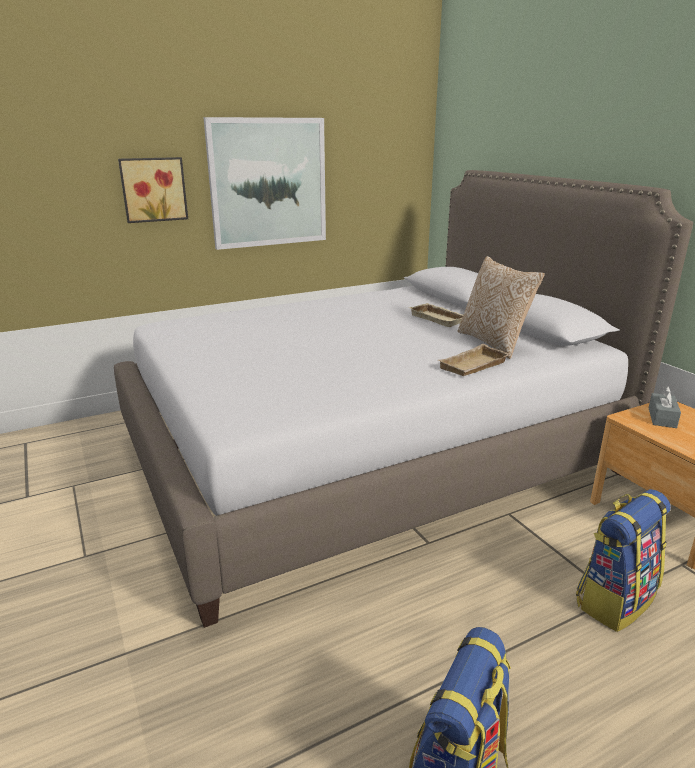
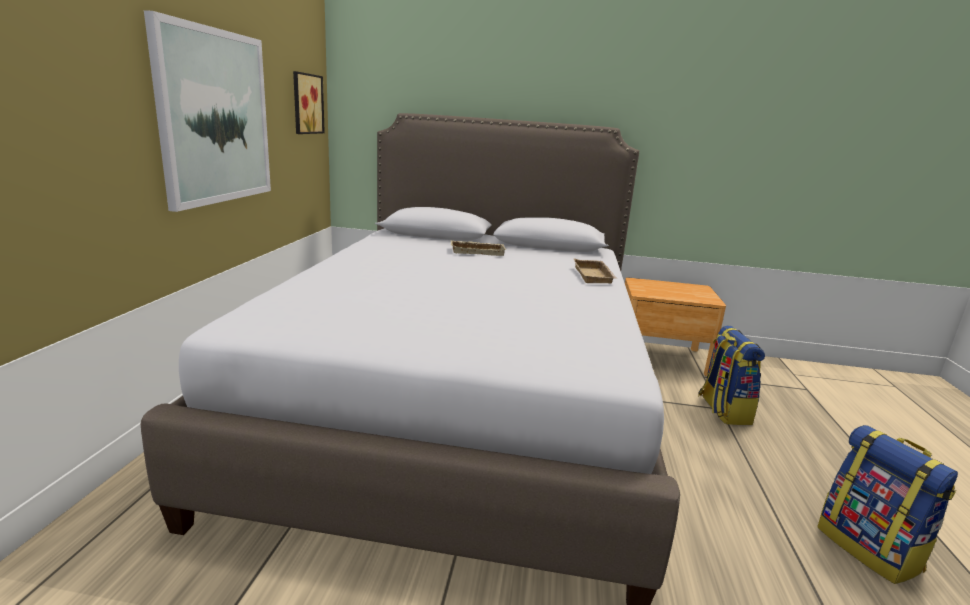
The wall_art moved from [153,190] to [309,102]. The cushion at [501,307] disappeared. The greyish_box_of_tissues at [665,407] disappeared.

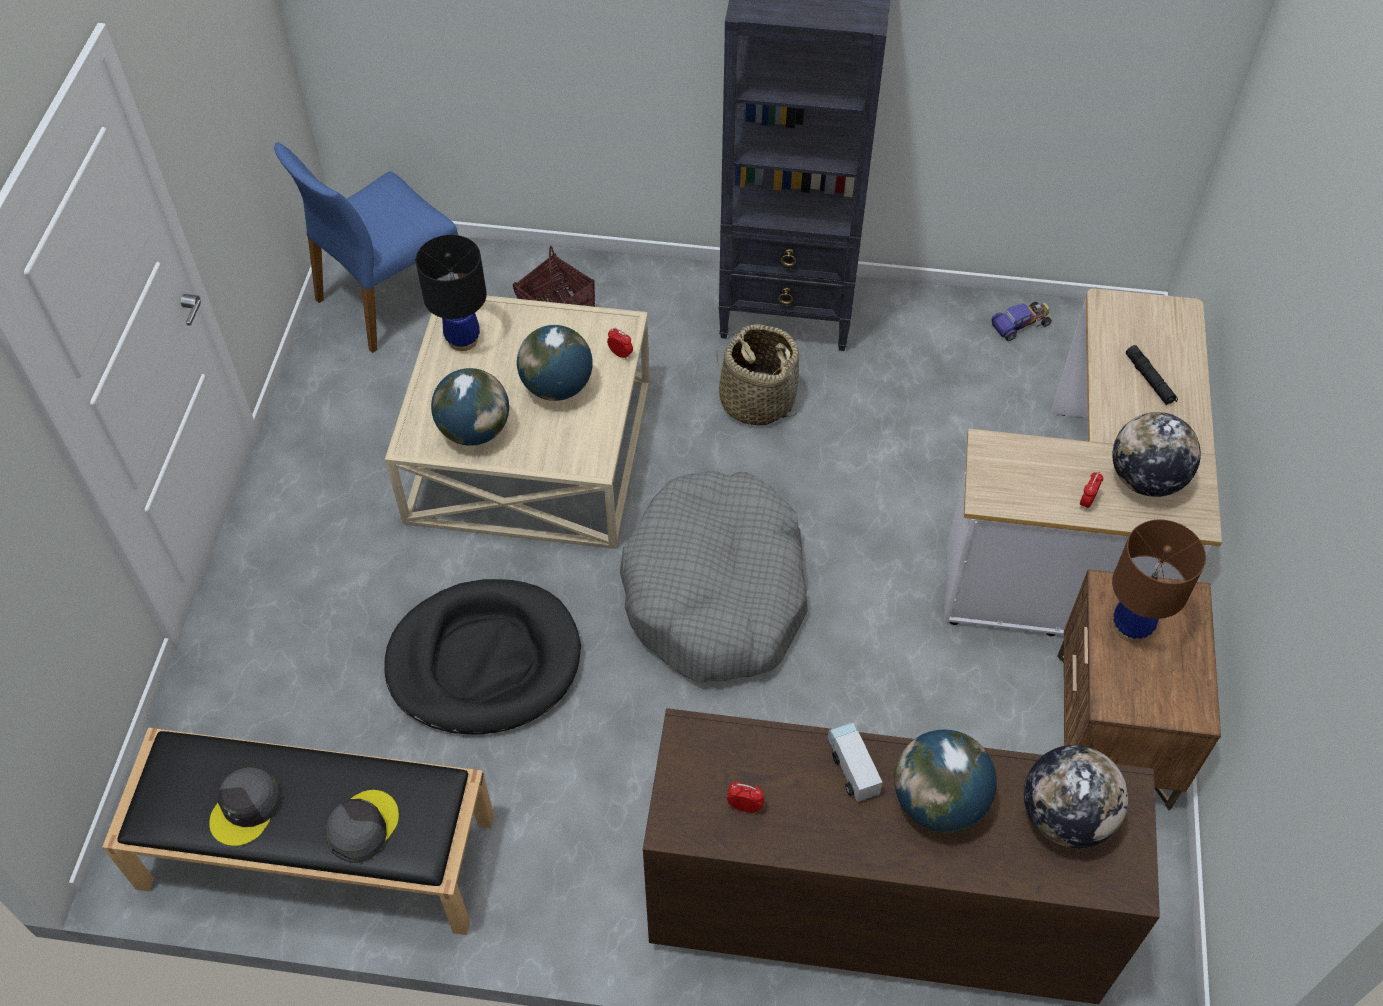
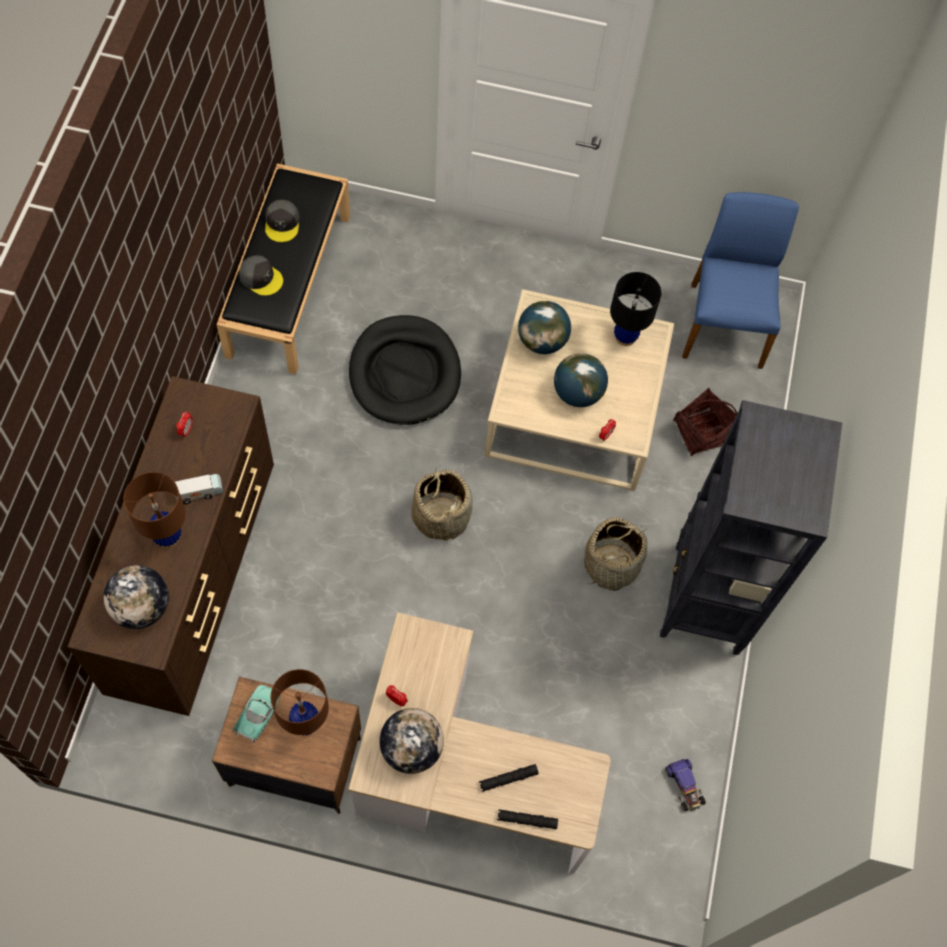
The blue_chair at [369,247] turned 45 degrees clockwise. The greyish_dog_cushion at [714,576] was replaced by the household_basket at [442,504]. The globe at [945,780] was replaced by the brown_tabletop_lamp at [155,510]. The greyish_baseball_cap at [245,806] turned 120 degrees counterclockwise. The turquoise-coloured_model_car at [256,714] appeared. The blackish_torch at [527,819] appeared.

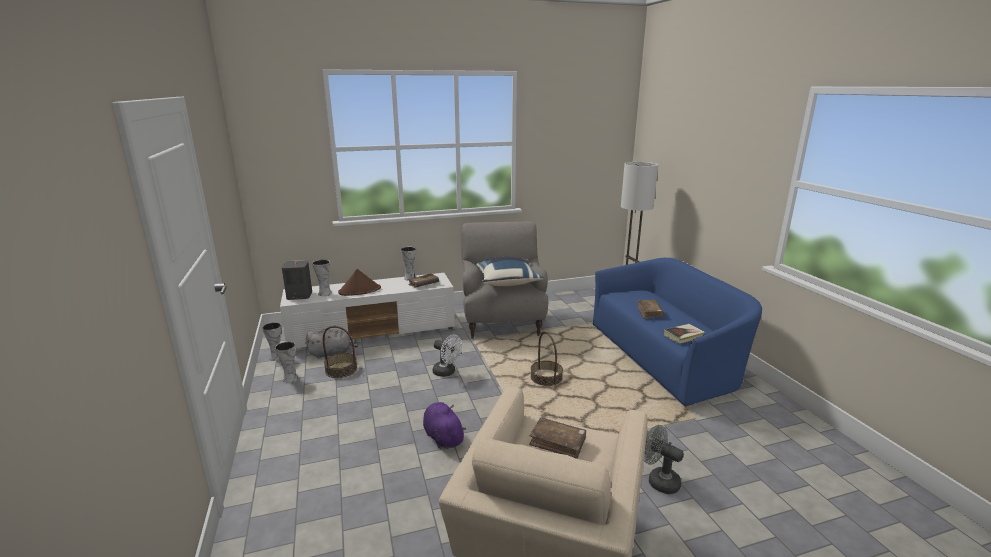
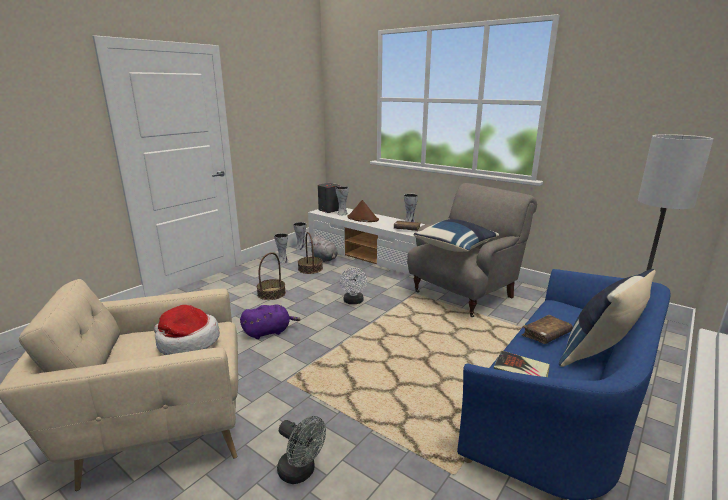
The household_basket moved from [547,359] to [271,276]. The purplish_soft_toy at [444,425] turned 45 degrees clockwise. The brown_volume at [557,438] was replaced by the wearable_hat at [187,330]. The greyish_electric_fan at [664,459] turned 120 degrees clockwise. The blue_cushion at [607,318] appeared.

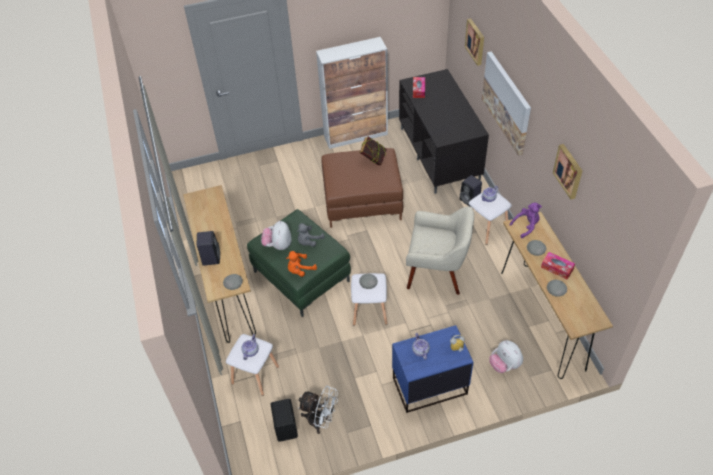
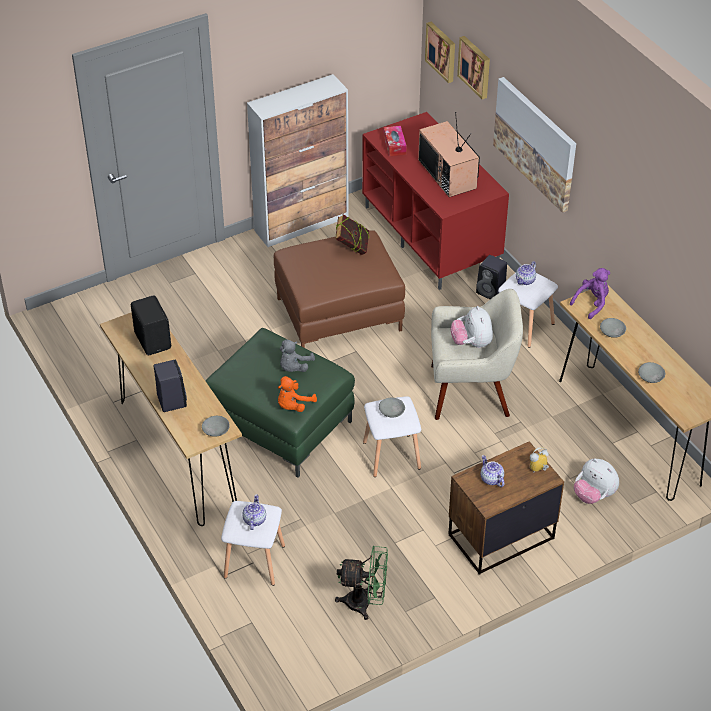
The blackish_tv_unit at [444,131] became the red_tv_unit at [435,201]. The wall_art moved from [567,172] to [440,52]. The soft_toy moved from [276,235] to [472,327]. The box_of_tissues at [558,266] disappeared. The blue_bedside_table at [432,369] became the brown_bedside_table at [506,508]. The white-coloured_electric_fan at [318,410] became the green_electric_fan at [361,583]. The blackish_speaker moved from [284,420] to [151,325]. The TV_set at [449,154] appeared.

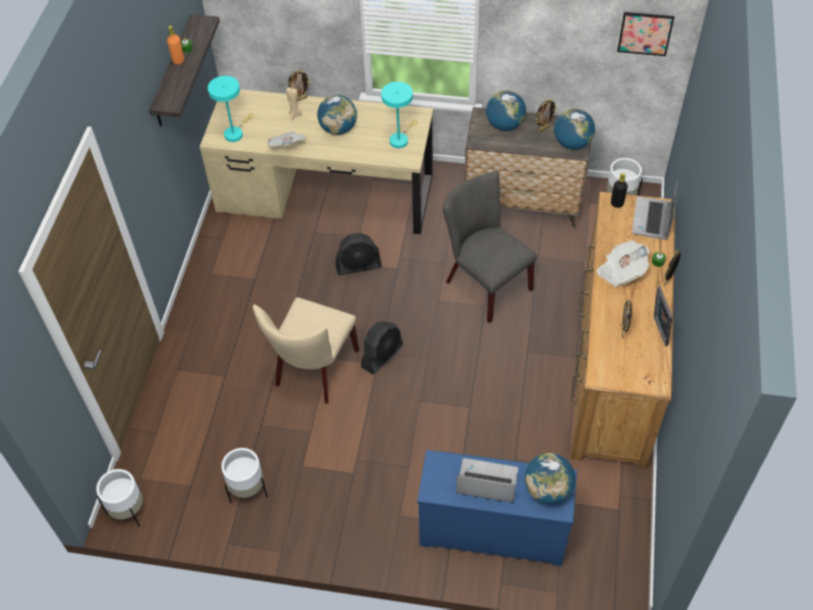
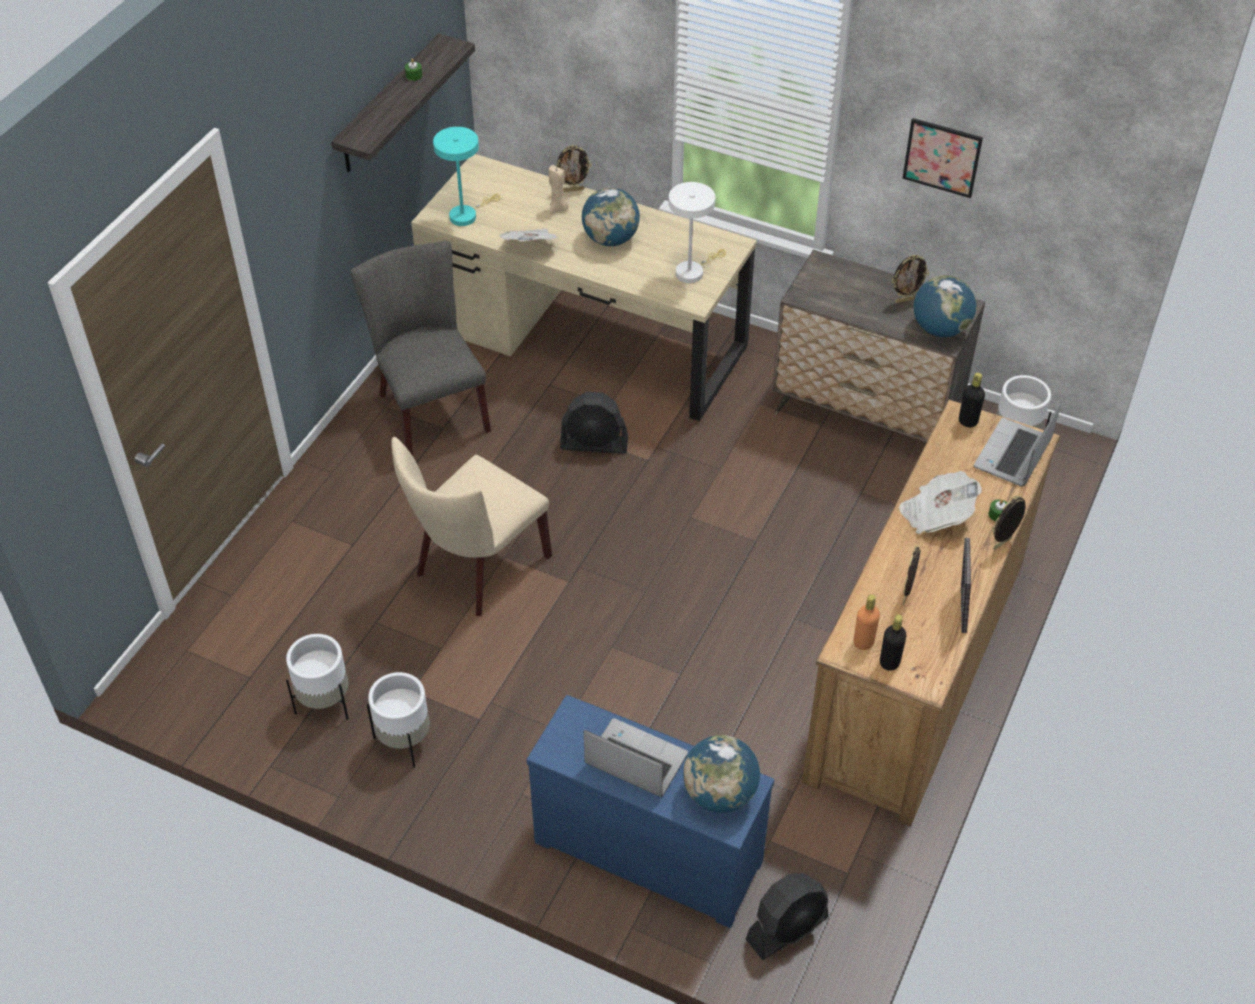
The wall_art moved from [645,34] to [942,158]. The orangey_drink_bottle moved from [175,45] to [867,622]. The turquoise-coloured_tabletop_lamp at [399,115] became the white-coloured_tabletop_lamp at [697,232]. The globe at [506,110] disappeared. The greyish_chair moved from [490,247] to [420,348]. The blackish_electric_fan moved from [382,348] to [787,916]. The white-coloured_flower_pot moved from [119,498] to [398,720]. The blackish_drink_bottle at [893,643] appeared.

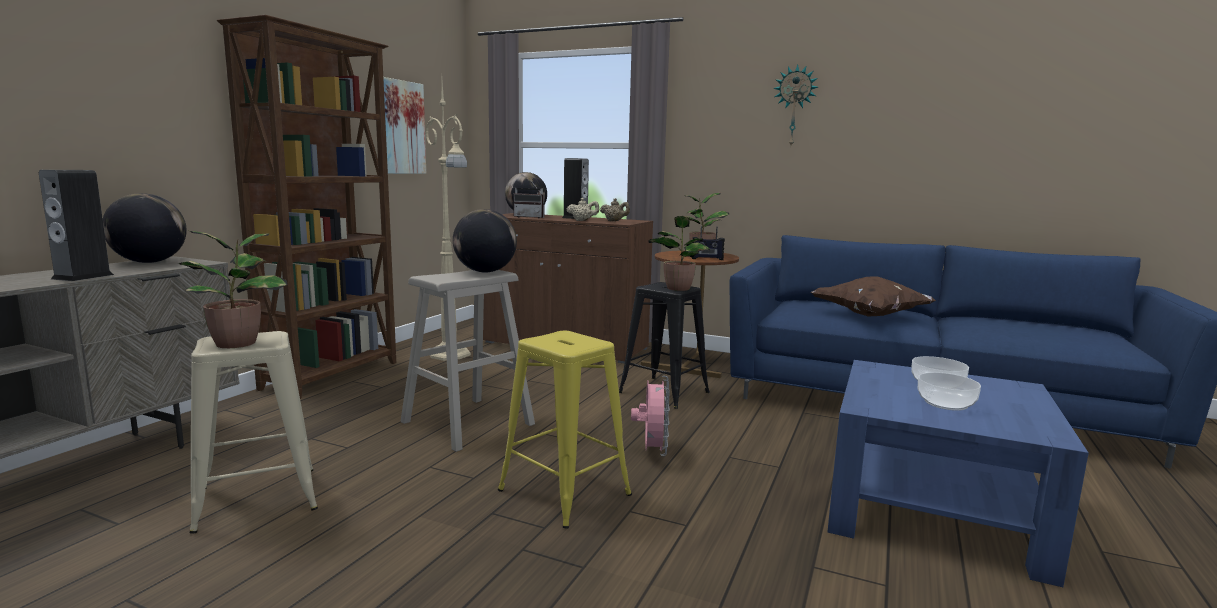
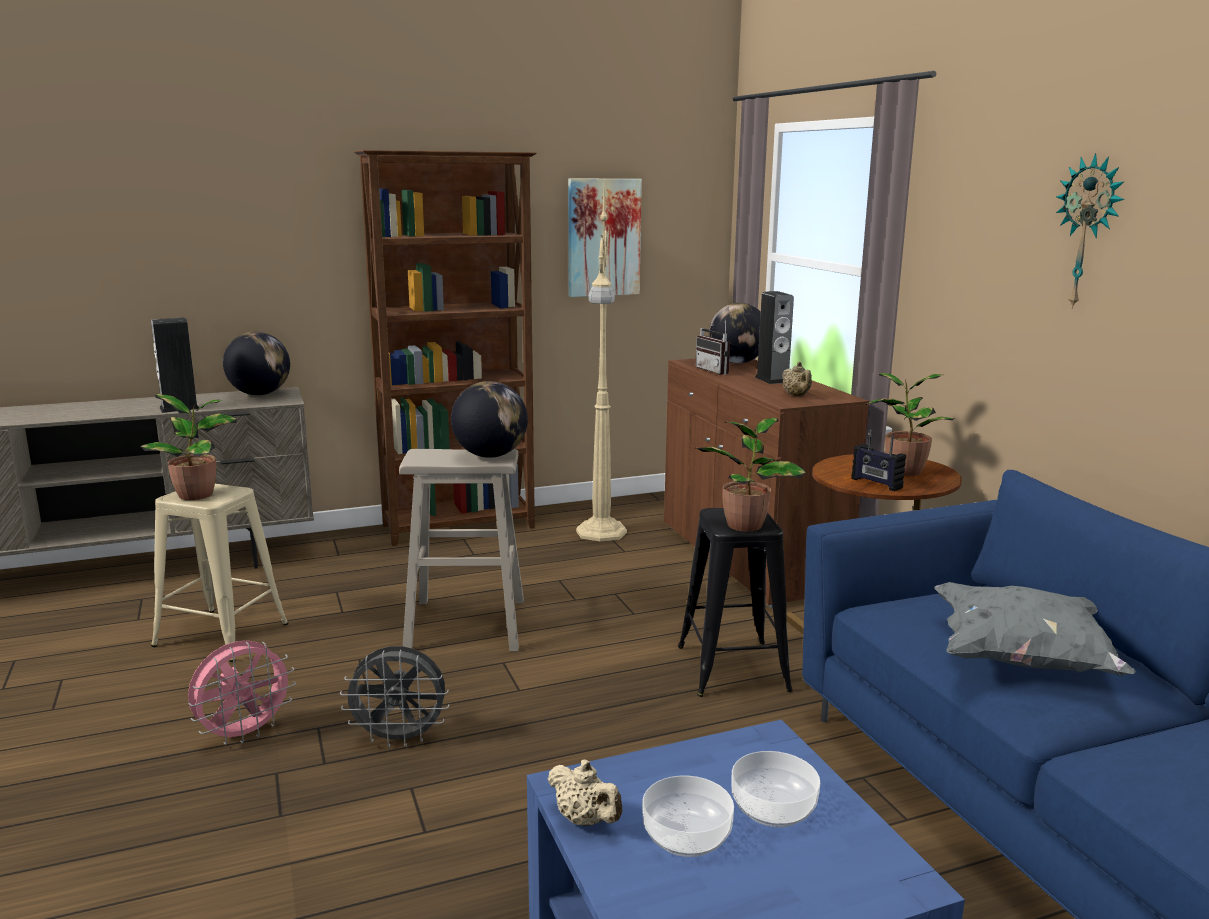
The beige-coloured_pot_for_tea moved from [583,209] to [585,792]. The brown_cushion at [874,296] became the greyish_cushion at [1035,629]. The yellow_stool_seat at [565,430] was replaced by the greyish_electric_fan at [394,696]. The pinkish_electric_fan moved from [650,416] to [242,692].

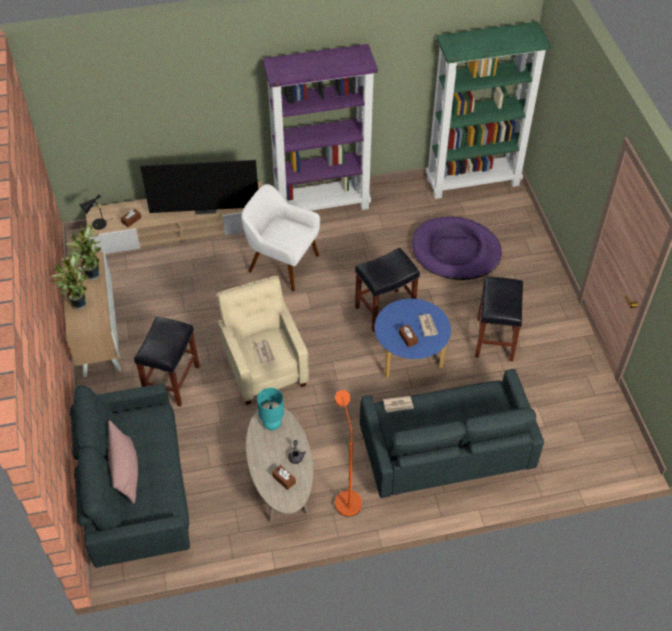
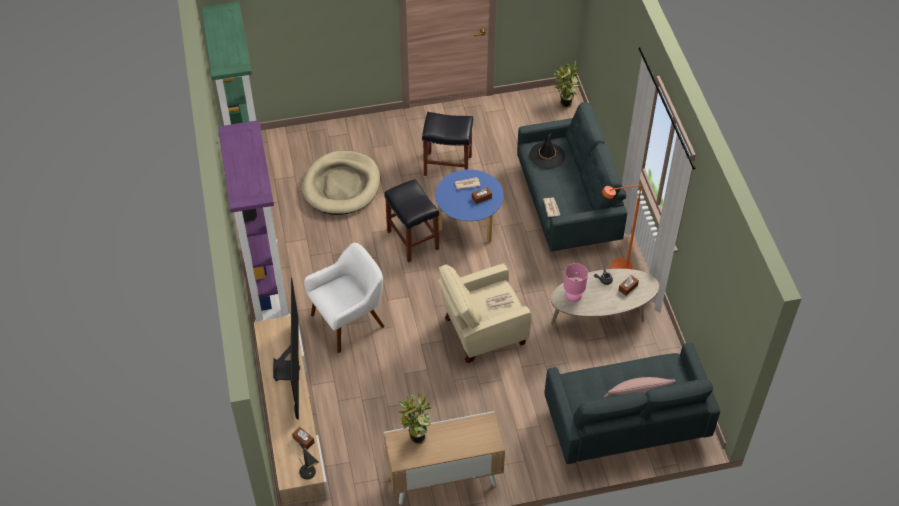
The white-coloured_easy_chair at [280,237] turned 150 degrees counterclockwise. The purplish_dog_cushion at [457,248] became the beige-coloured_dog_cushion at [341,183]. The potted_plant moved from [69,282] to [567,84]. The blackish_stool_seat at [167,362] disappeared. The turquoise-coloured_tabletop_lamp at [270,409] became the pinkish_tabletop_lamp at [576,282]. The blackish_wearable_hat at [547,151] appeared.

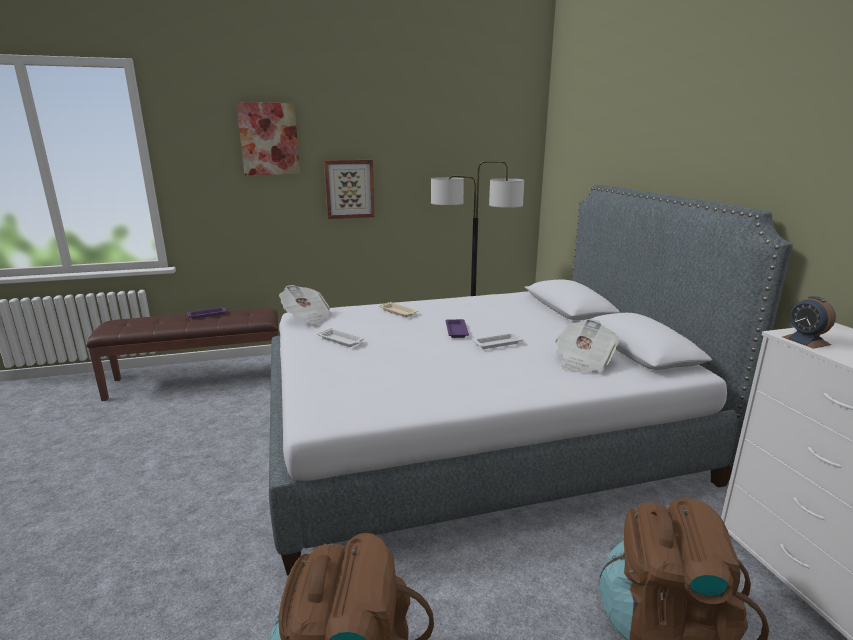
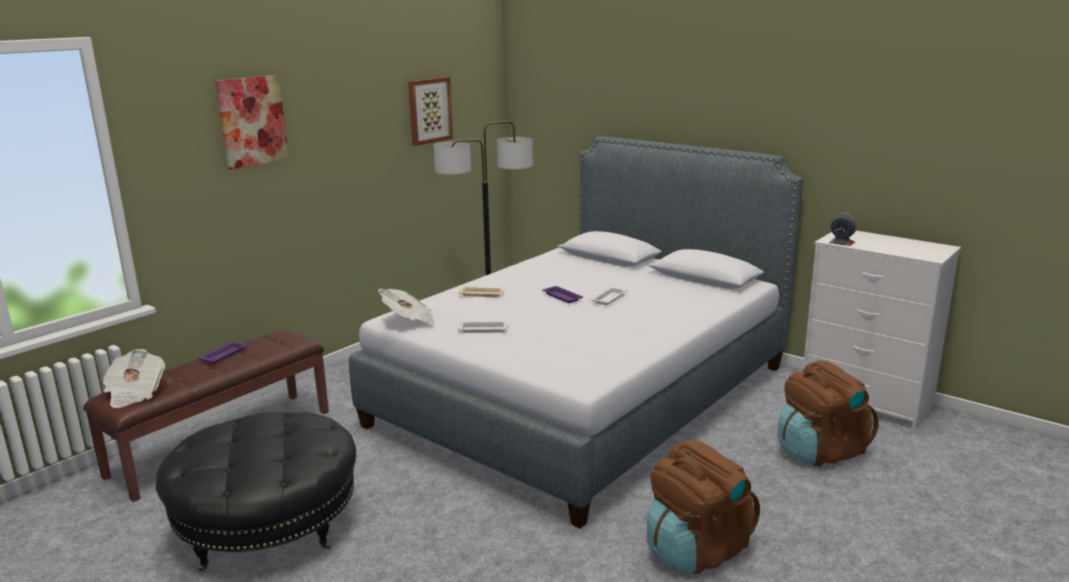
The wall_art moved from [349,189] to [430,111]. The newspaper moved from [587,346] to [133,378]. The blackish_pouffe at [256,492] appeared.

